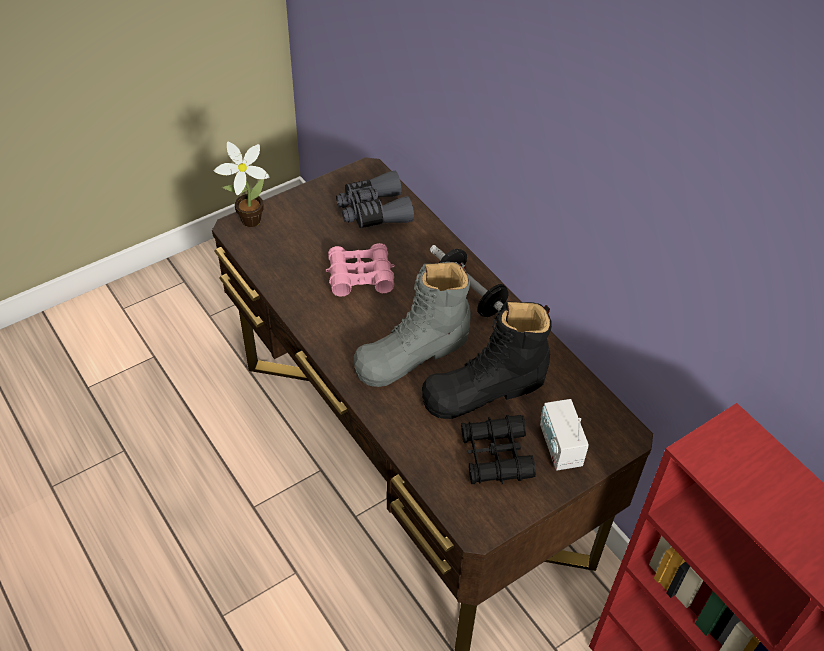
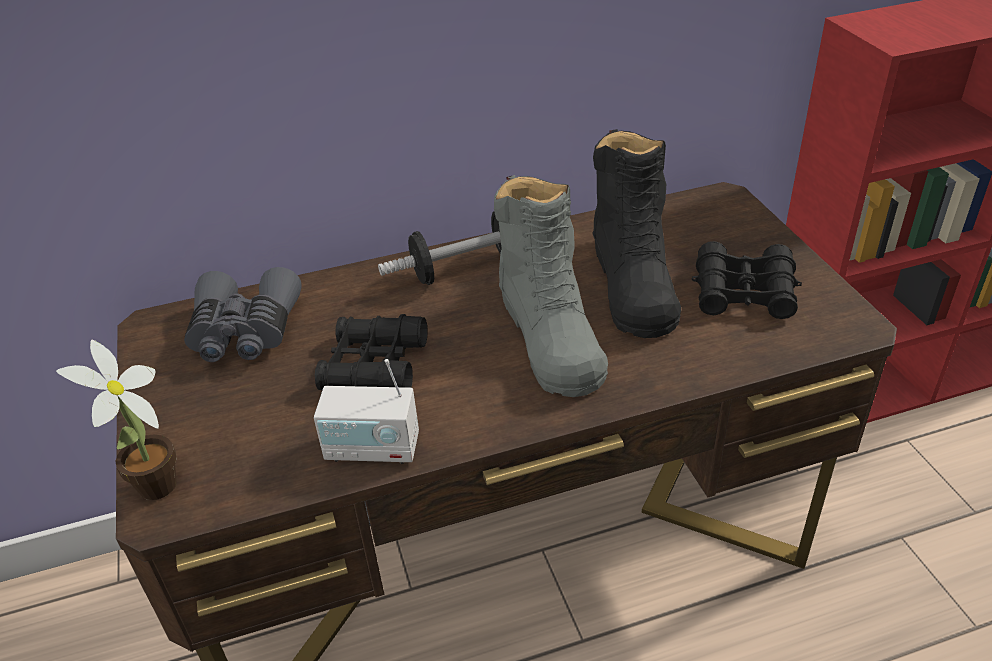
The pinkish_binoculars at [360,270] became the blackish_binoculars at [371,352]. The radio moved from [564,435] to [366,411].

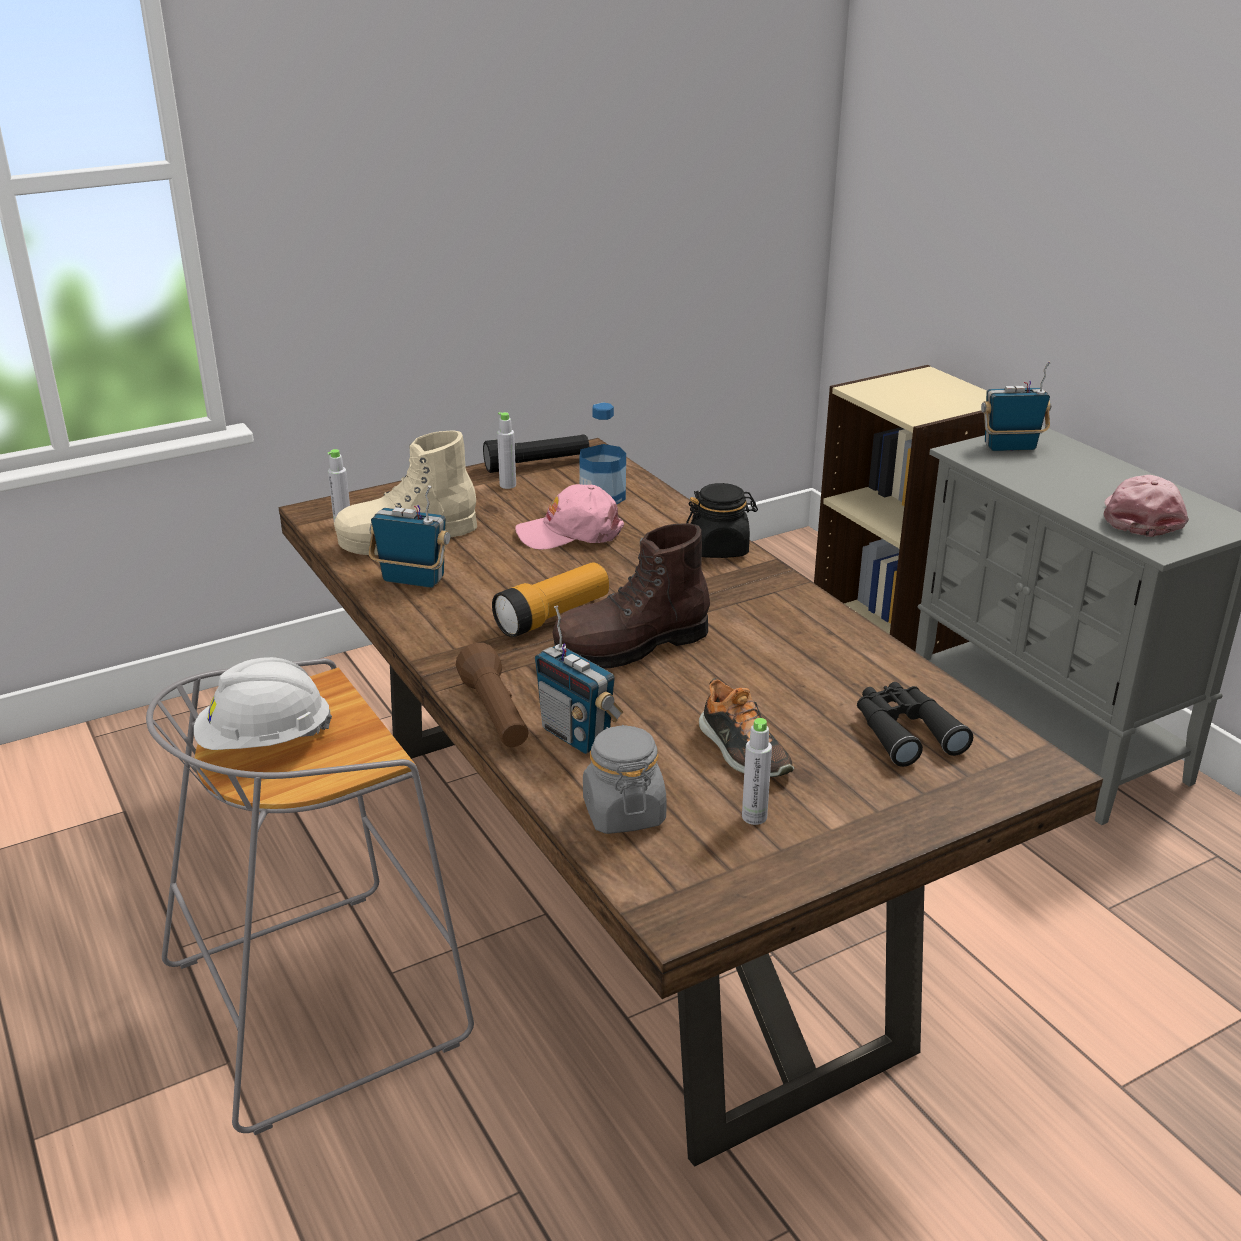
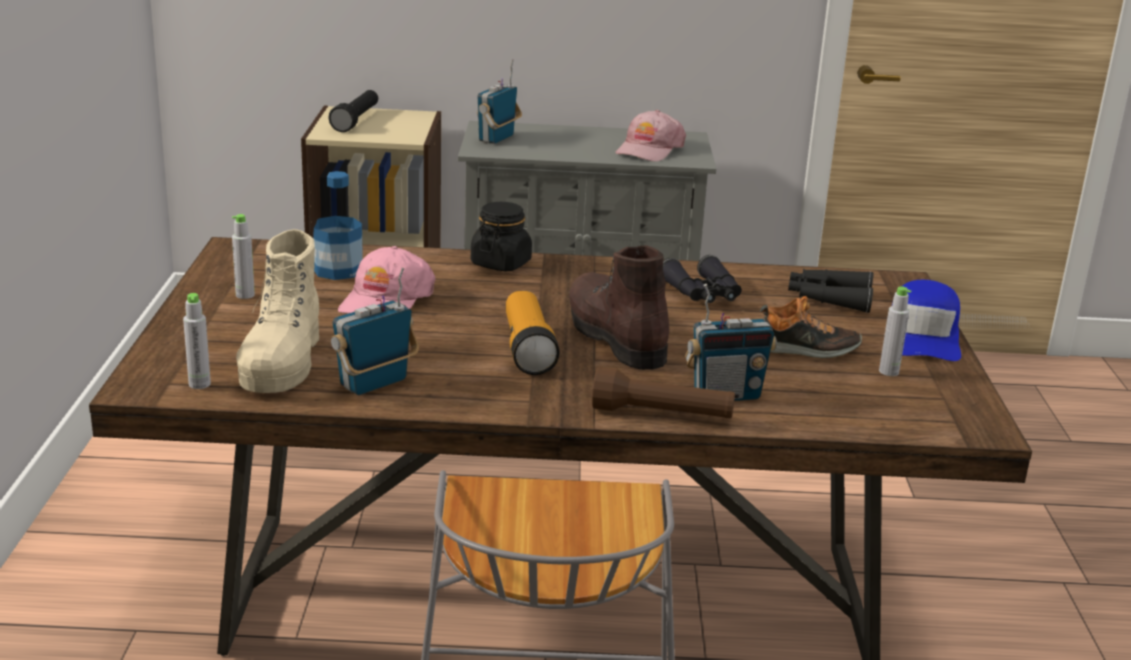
The blackish_torch moved from [536,453] to [353,111]. The pinkish_baseball_cap at [1146,506] turned 105 degrees counterclockwise. The brown_high-top_boot at [631,596] turned 150 degrees clockwise. The white-coloured_hard_hat at [263,703] disappeared. The greyish_jar at [624,779] disappeared. The blackish_binoculars at [702,279] appeared. The blue_baseball_cap at [926,320] appeared.

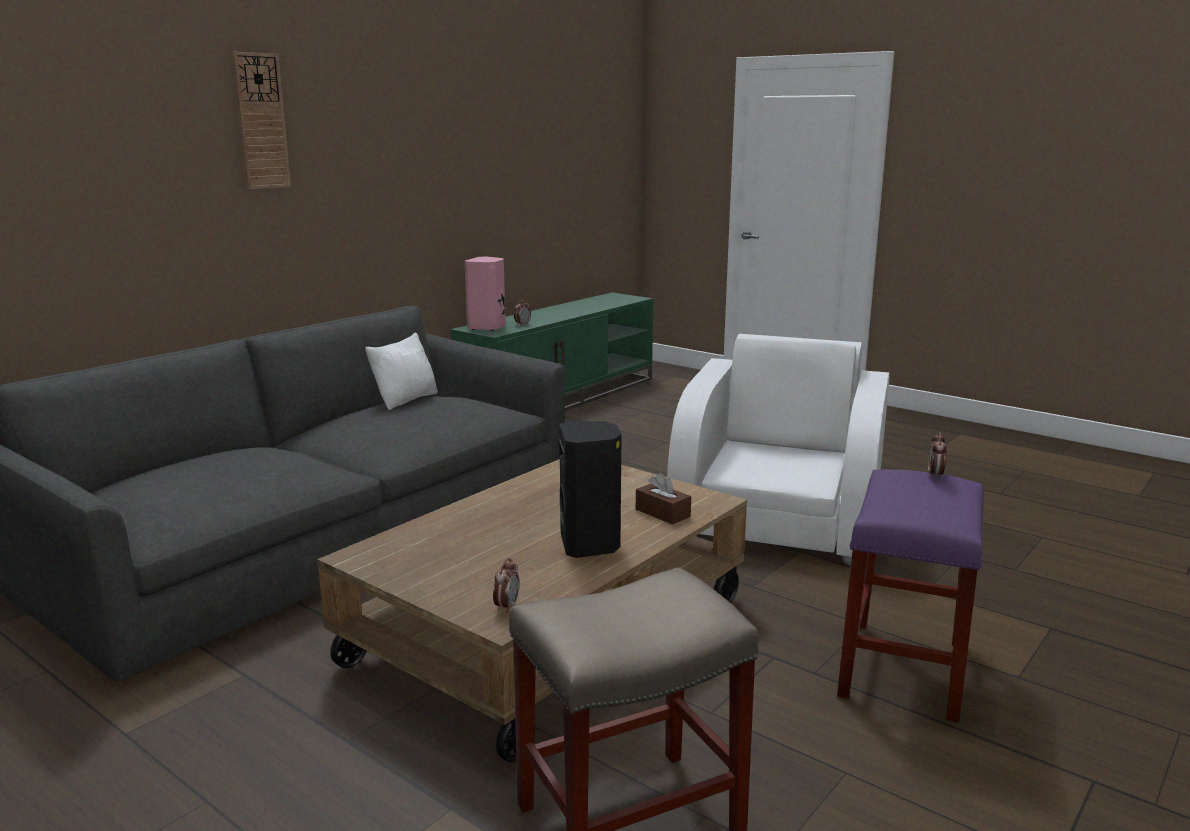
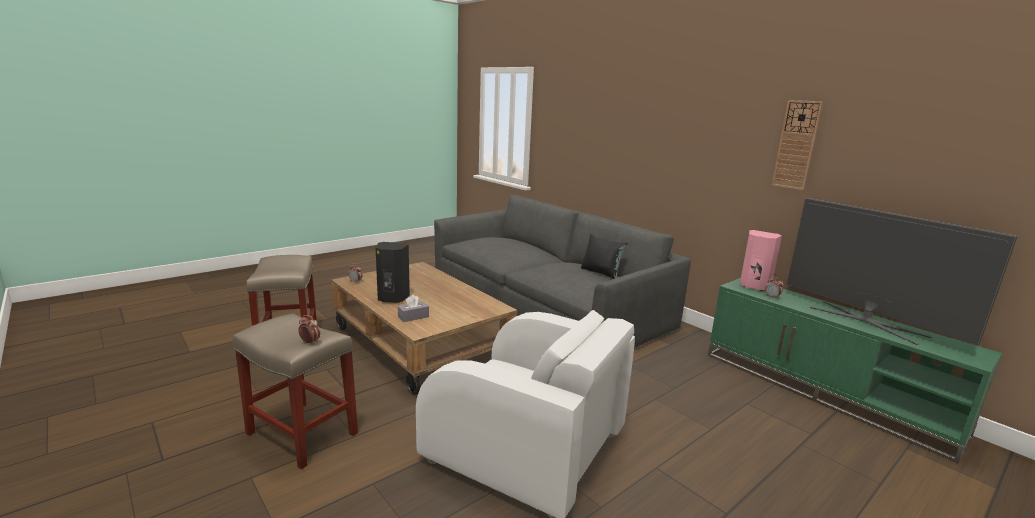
The wall_clock moved from [261,120] to [797,145]. The white-coloured_cushion at [401,371] became the blackish_cushion at [604,256]. The purplish_stool_seat at [910,596] became the beige-coloured_stool_seat at [295,391]. The brown_box_of_tissues at [663,499] became the greyish_box_of_tissues at [413,308]. The TV_set at [902,271] appeared.

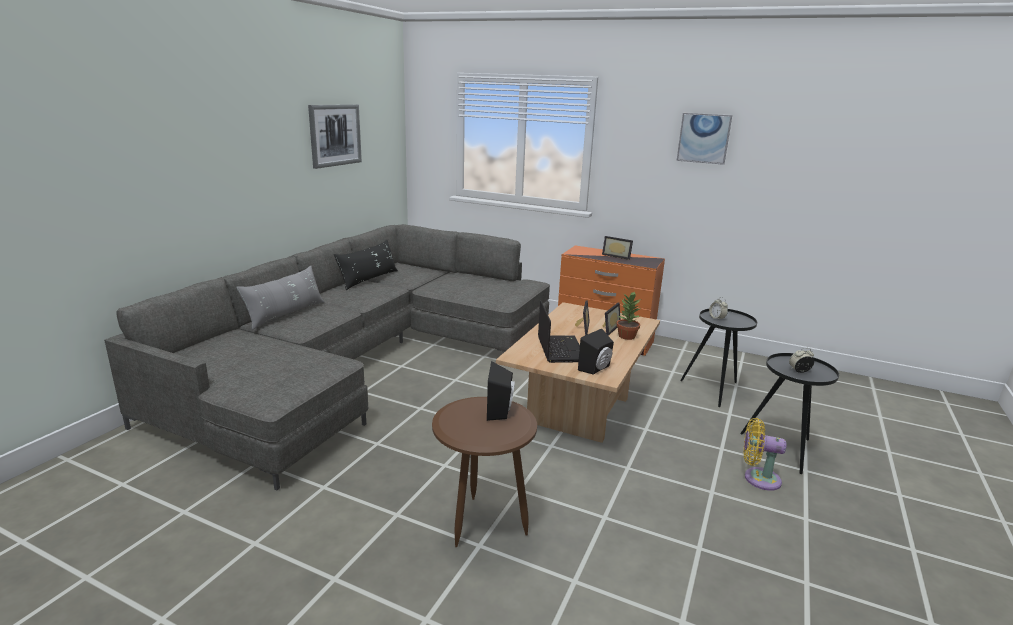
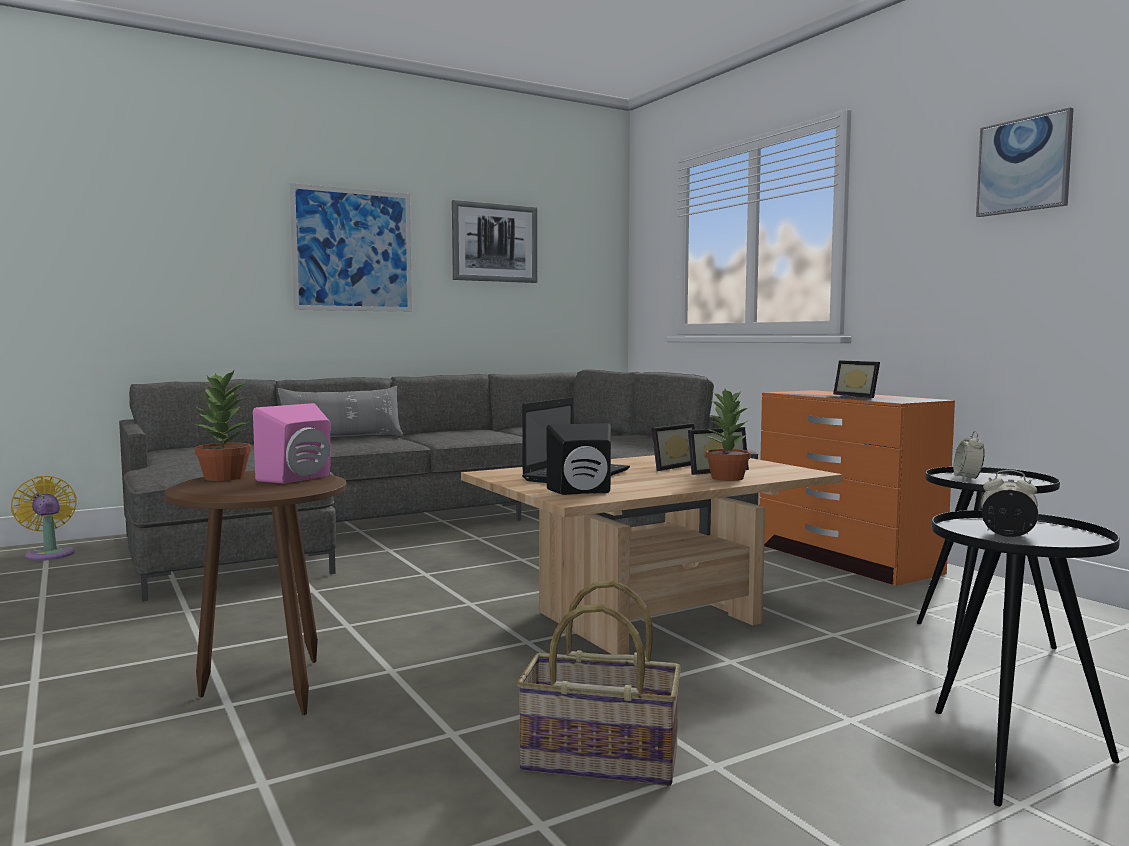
The blackish_cushion at [366,265] disappeared. The blackish_speaker at [501,391] became the pinkish_speaker at [291,443]. The yellow_electric_fan moved from [765,454] to [44,518]. The wall_art at [351,247] appeared. The potted_plant at [222,425] appeared. The household_basket at [599,683] appeared.

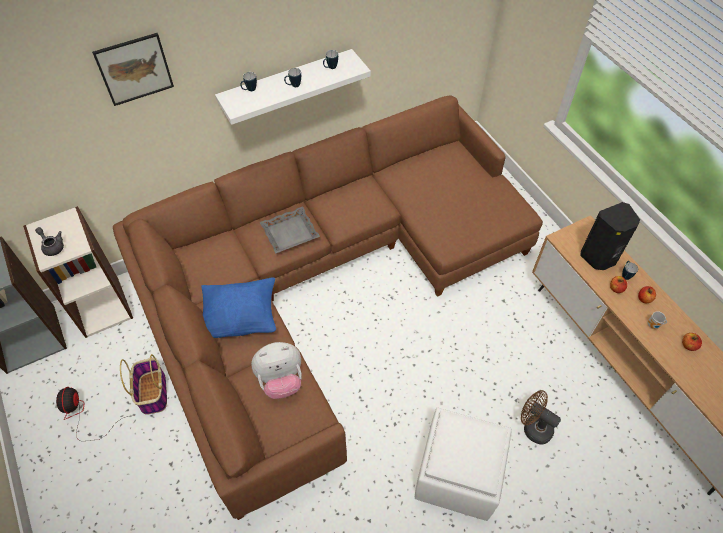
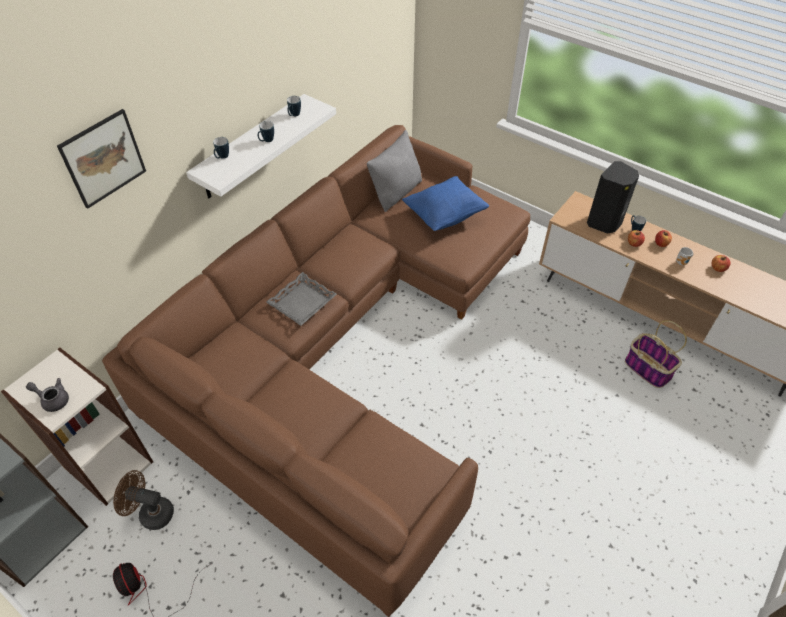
The blue_cushion moved from [238,307] to [445,203]. The soft_toy at [276,370] disappeared. The household_basket moved from [143,384] to [656,354]. The brown_electric_fan moved from [541,417] to [143,500]. The white-coloured_pouffe at [463,464] disappeared. The greyish_cushion at [394,171] appeared.

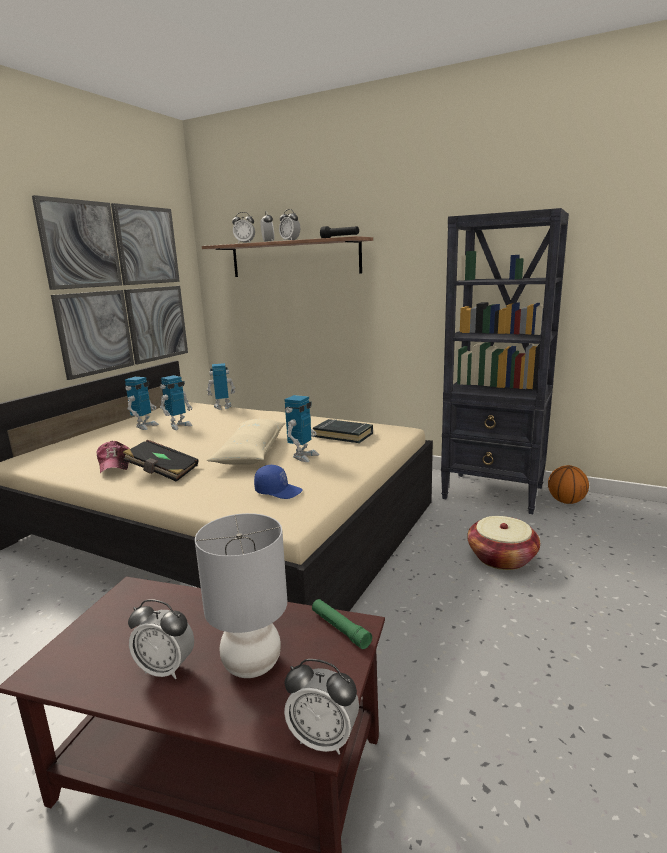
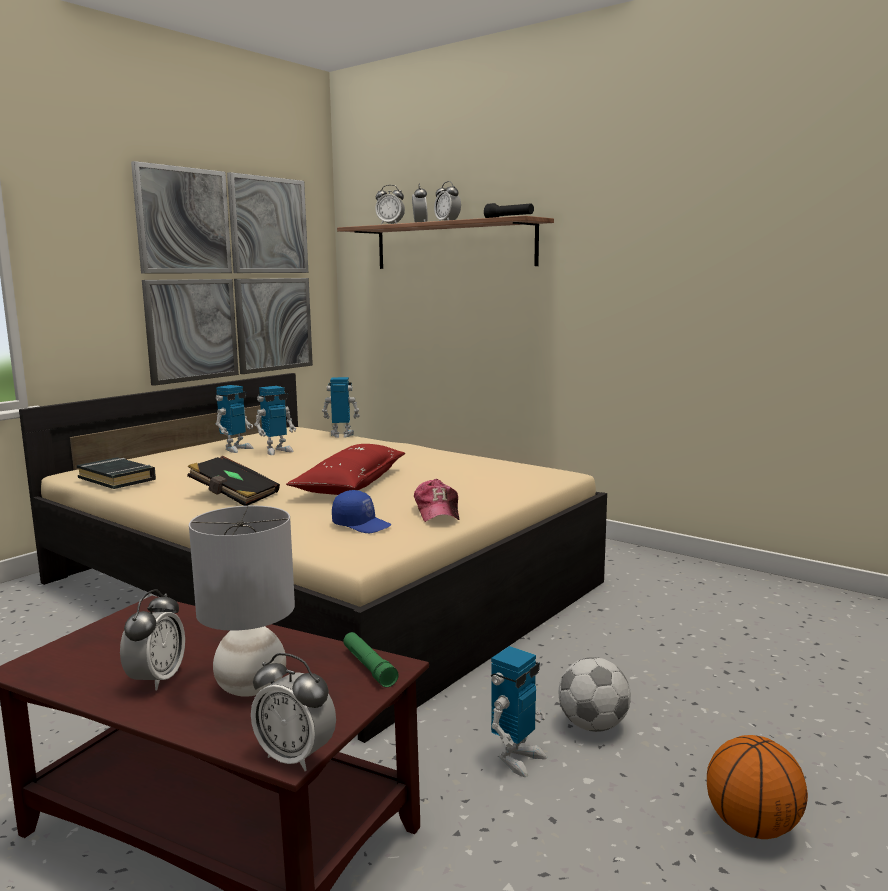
The blackish_shelving_unit at [505,361] disappeared. The model_robot moved from [301,428] to [519,711]. The beige-coloured_cushion at [246,442] became the red_cushion at [345,469]. The blackish_volume moved from [343,431] to [116,473]. The baseball_cap moved from [113,457] to [436,500]. The ball_for_basketball moved from [568,484] to [757,787]. The household_basket at [503,543] disappeared. The table_clock at [161,639] turned 105 degrees counterclockwise. The ball_for_football at [595,694] appeared.

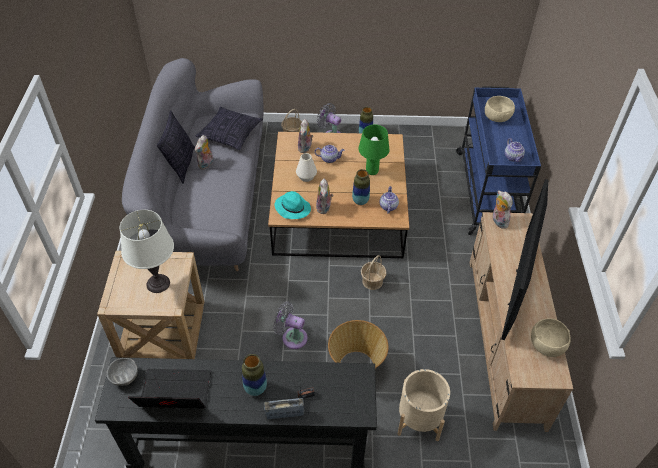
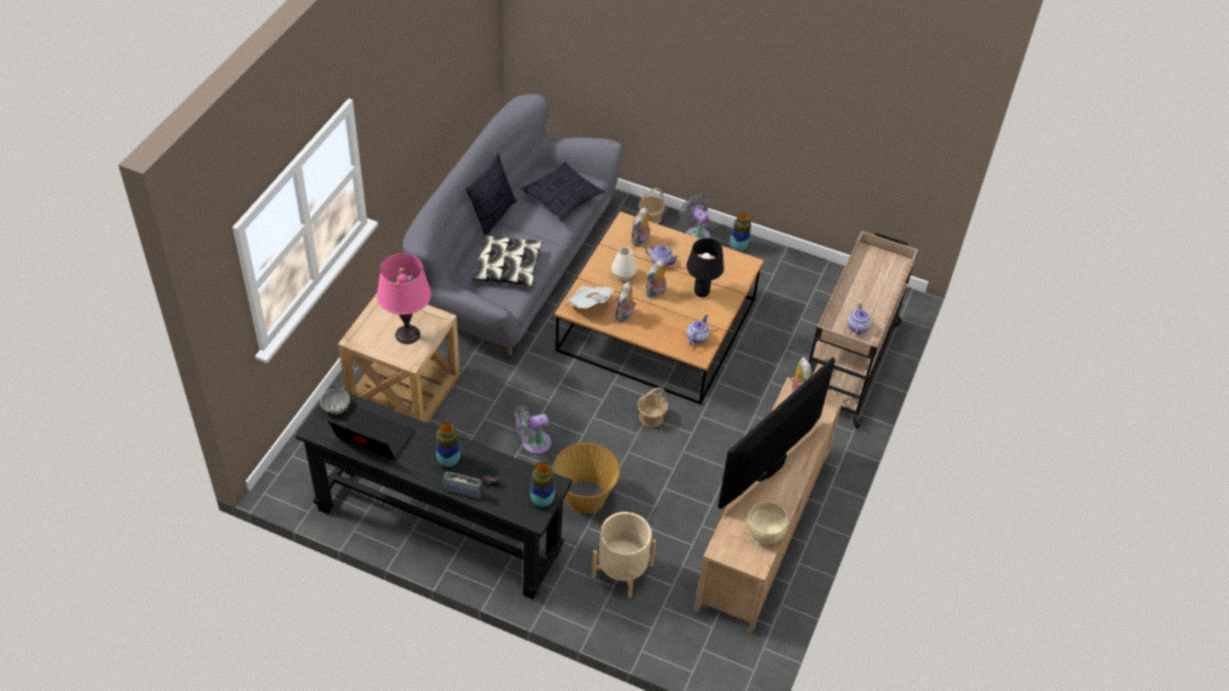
The blue_cart at [498,160] became the beige-coloured_cart at [863,329]. The beige-coloured_serving_bowl at [500,109] disappeared. The green_tabletop_lamp at [374,150] became the blackish_tabletop_lamp at [705,267]. The soft_toy moved from [204,152] to [656,279]. The vase moved from [361,187] to [542,484]. The turquoise-coloured_wearable_hat at [293,205] was replaced by the newspaper at [590,297]. The white-coloured_tabletop_lamp at [147,251] became the pinkish_tabletop_lamp at [404,298]. The greyish_electric_fan at [290,325] turned 60 degrees counterclockwise. The cushion at [506,261] appeared.

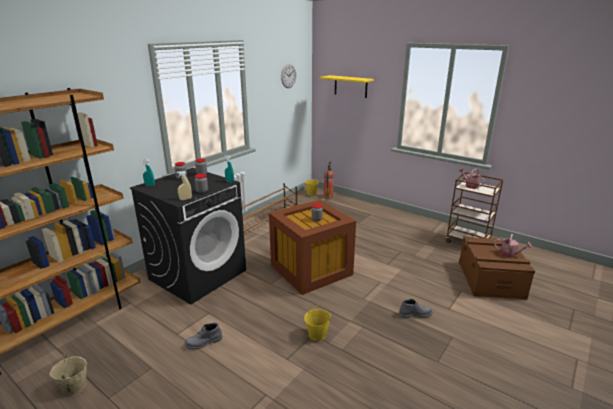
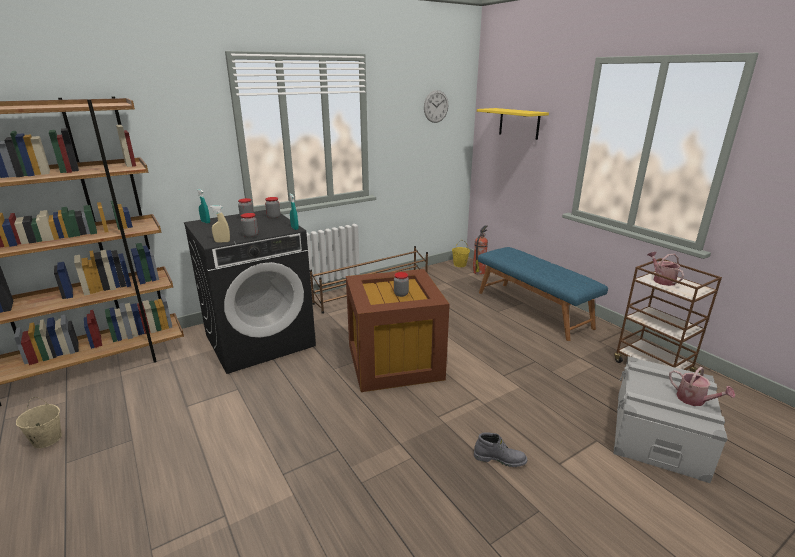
The brown_storage_box at [497,268] became the greyish_storage_box at [670,419]. The yellow_pail at [317,322] disappeared. The greyish_high-top_boot at [203,336] disappeared. The blue_bench at [543,294] appeared.

